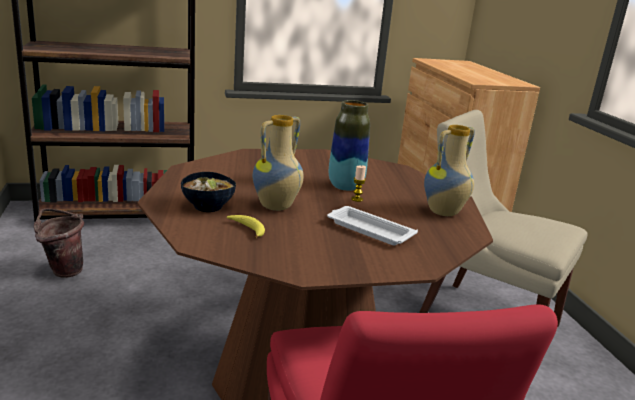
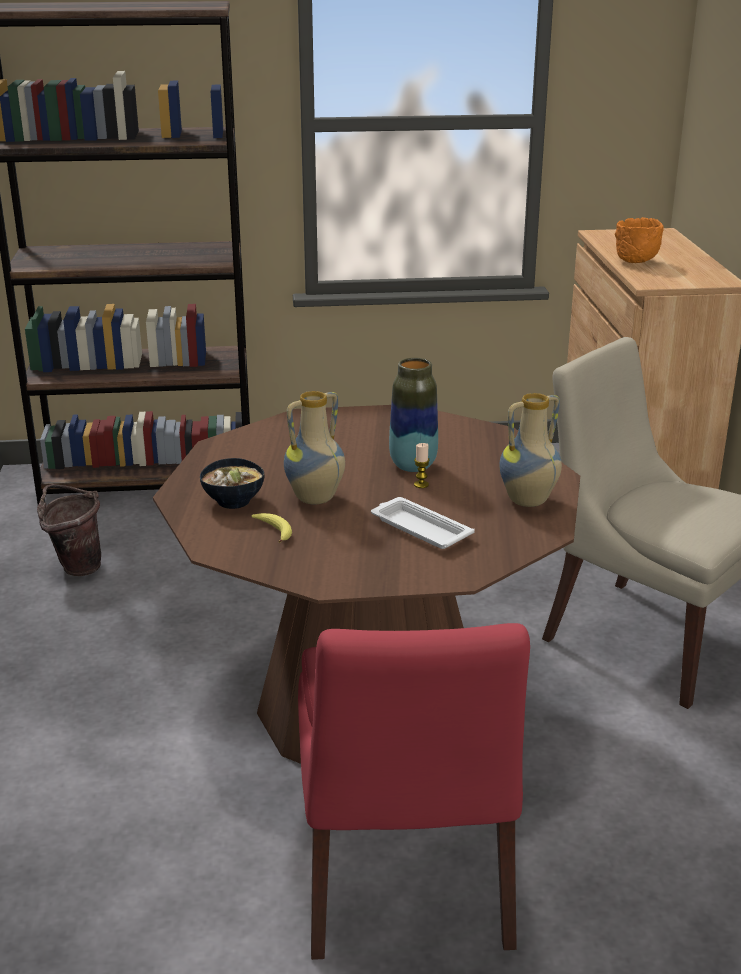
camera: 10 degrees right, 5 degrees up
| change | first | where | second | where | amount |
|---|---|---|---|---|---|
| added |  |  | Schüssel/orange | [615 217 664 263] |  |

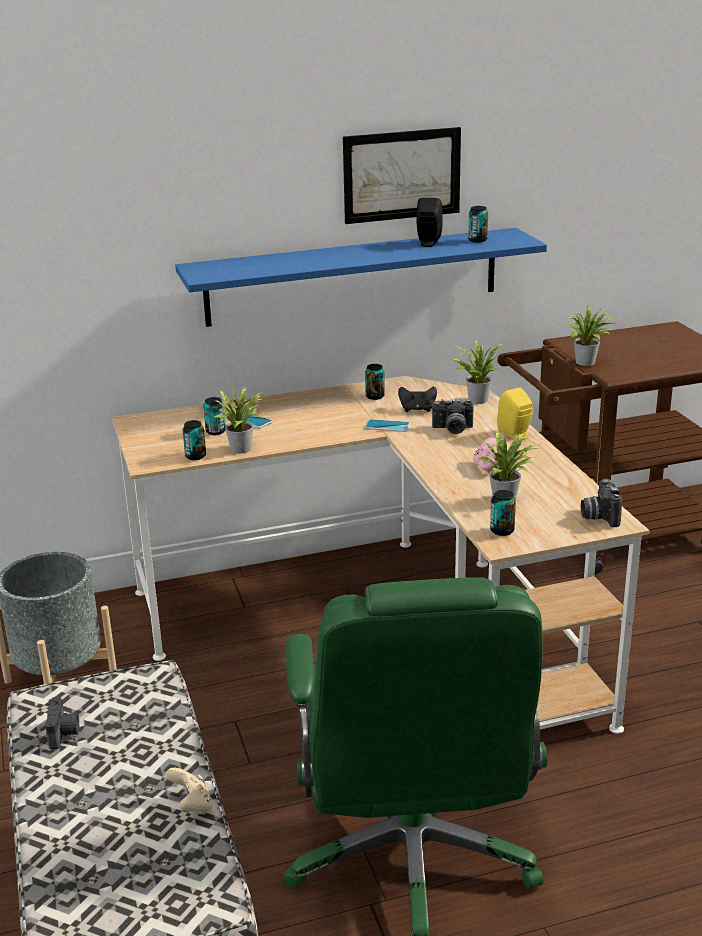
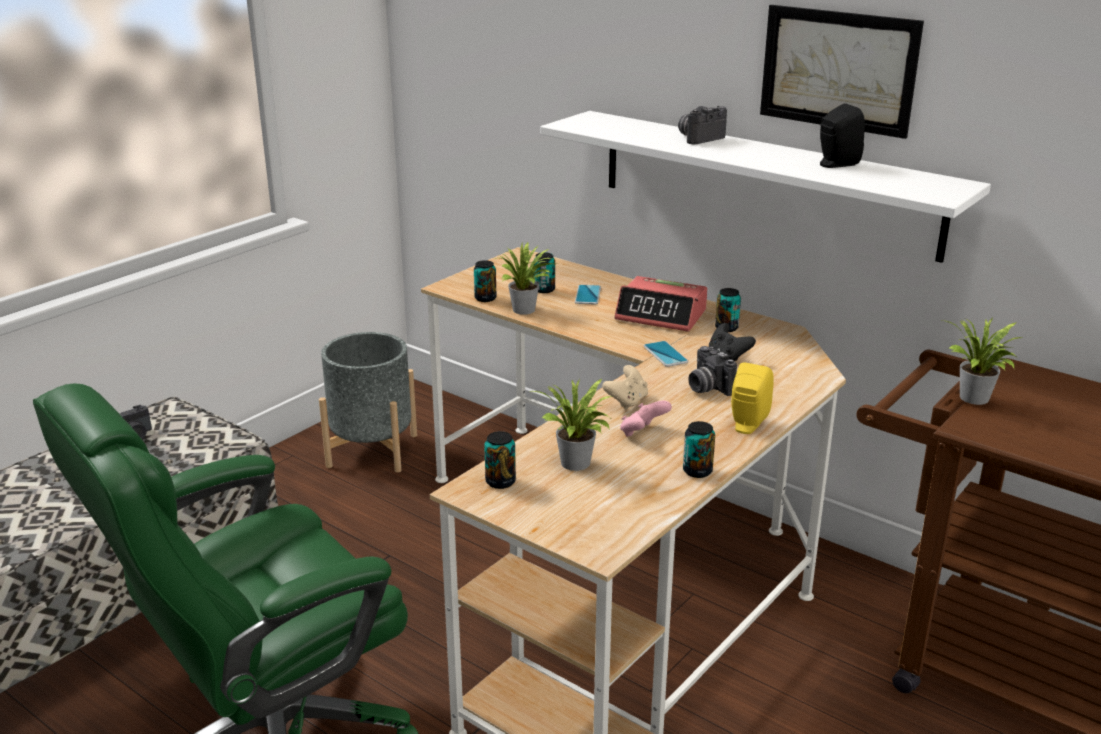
camera: 55 degrees right, 0 degrees up
| change | first | where | second | where | amount |
|---|---|---|---|---|---|
| removed | Topfpflanze | [451 340 503 404] |  |  |  |
| added |  |  | Wecker | [615 276 707 332] |  |
| moved | Gamepad/beige | [165 768 213 815] |  | [602 365 648 410] |  |
| moved | Dose | [468 206 488 242] |  | [683 421 715 478] |  |
| moved | Kamera | [581 479 622 527] |  | [678 105 727 144] |  |
| recoloured | Wandregal/blau | [175 228 547 327] | Wandregal/weiß | [540 111 991 263] |  |

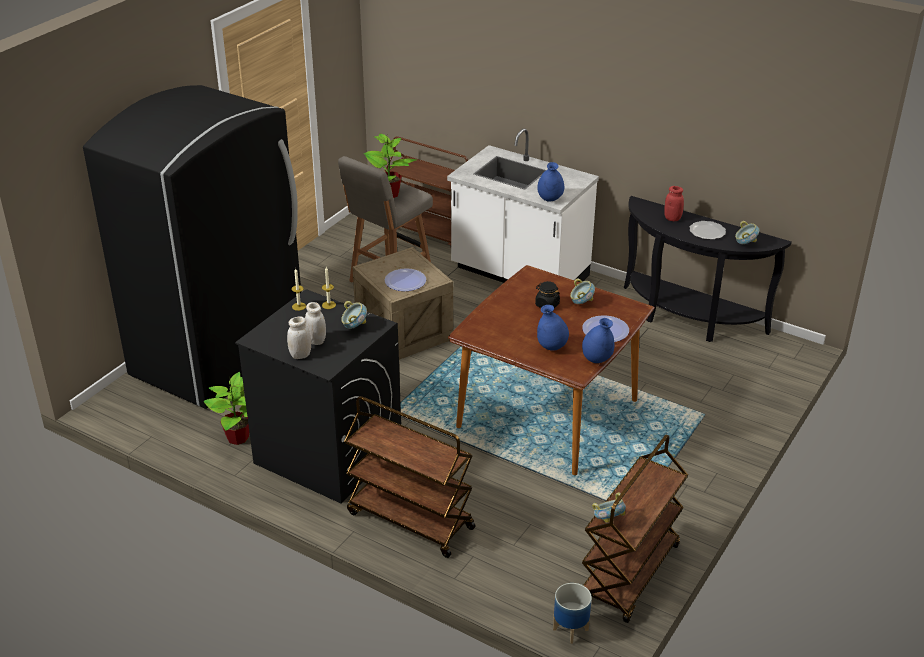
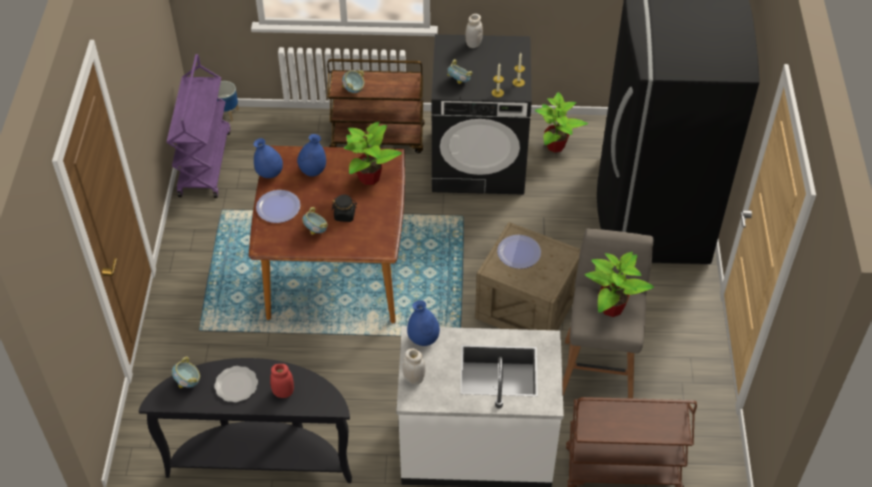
camera: 150 degrees right, 15 degrees up
| change | first | where | second | where | amount |
|---|---|---|---|---|---|
| added |  |  | Topfpflanze | [344 122 402 185] |  |
| moved | Vorratsglas/weiß | [305 302 326 345] |  | [403 348 425 385] |  |
| moved | Schüssel | [592 492 626 523] |  | [342 70 364 93] |  |
| recoloured | Rollwagen/braun | [582 434 688 623] | Rollwagen/lila | [166 54 230 198] |  |

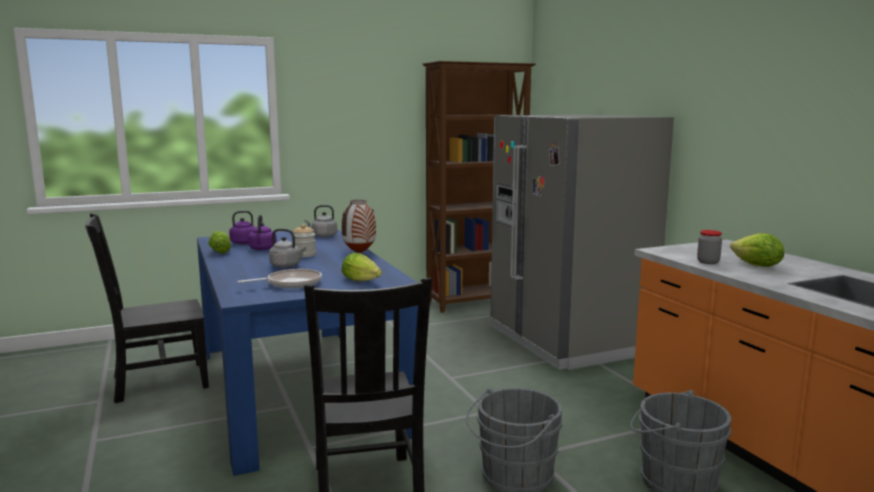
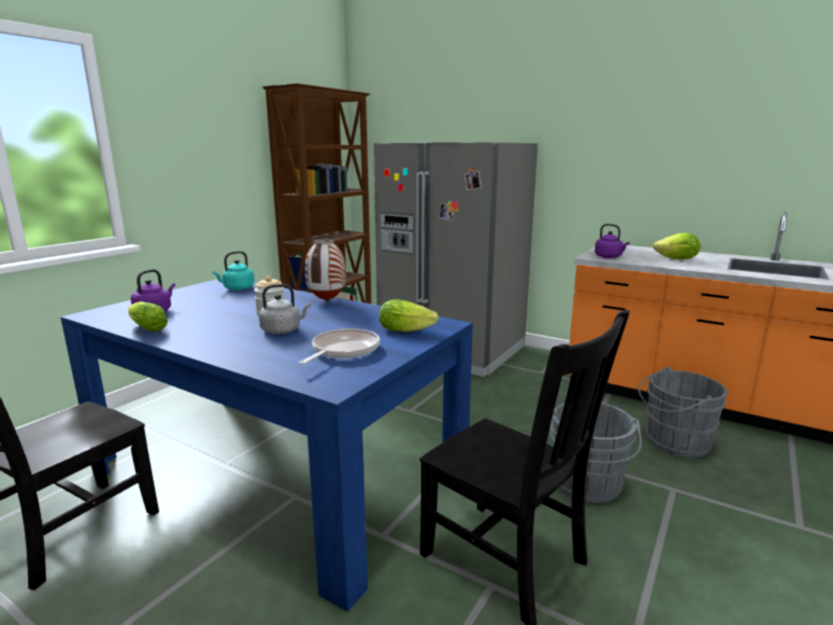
camera: 35 degrees left, 5 degrees up
| change | first | where | second | where | amount |
|---|---|---|---|---|---|
| removed | Vorratsglas | [697 230 722 264] |  |  |  |
| moved | Wasserkessel/lila | [248 215 277 250] |  | [595 224 630 258] |  |
| recoloured | Wasserkessel/grau | [305 205 337 237] | Wasserkessel/türkis | [212 251 255 290] |  |

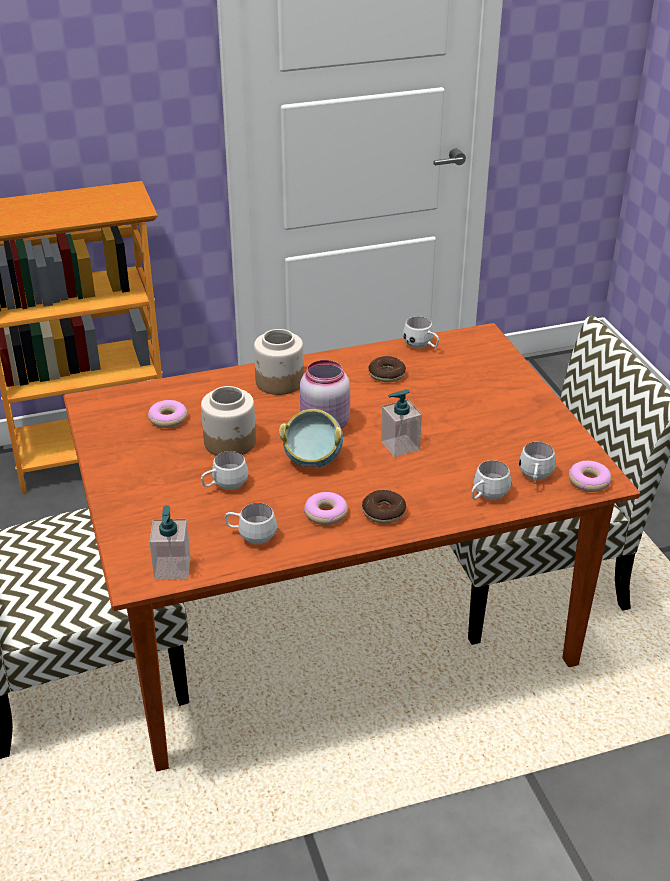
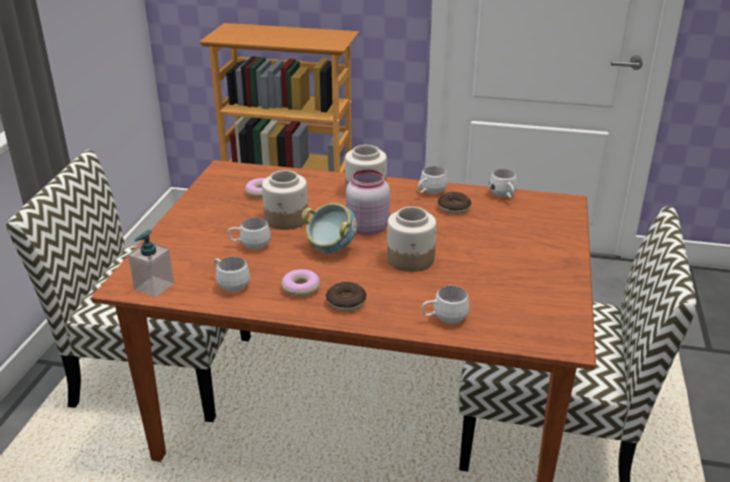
camera: 30 degrees right, 5 degrees down
| change | first | where | second | where | amount |
|---|---|---|---|---|---|
| removed | Donut | [569 461 611 492] |  |  |  |
| moved | Henkelbecher/weiß | [519 442 556 484] |  | [418 166 447 194] |  |
| replaced | Seifenspender | [381 389 422 457] | Vorratsglas | [387 207 436 272] |  |

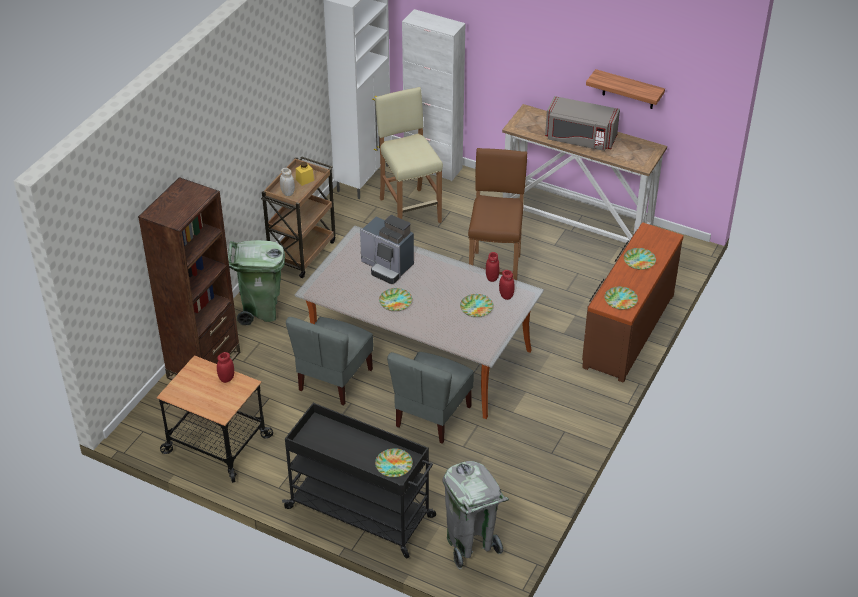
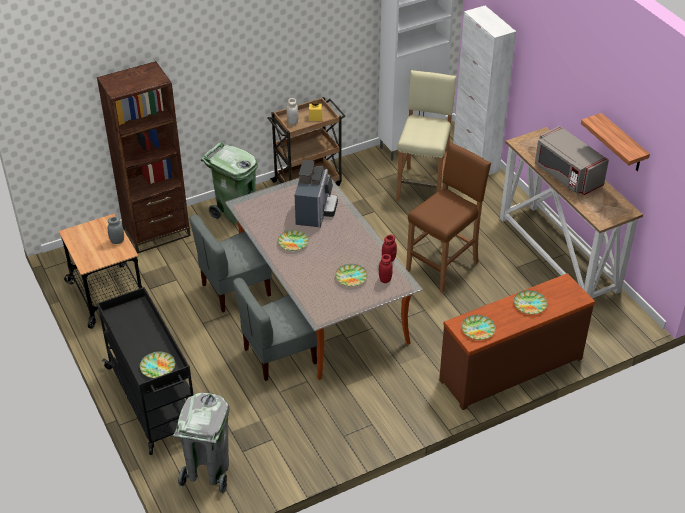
camera: 35 degrees right, 0 degrees up
| change | first | where | second | where | amount |
|---|---|---|---|---|---|
| recoloured | Vorratsglas/rot | [217 352 234 383] | Vorratsglas/grau | [108 217 124 244] |  |
| turned | Kaffeemaschine | [360 215 414 284] |  | [295 160 338 228] | 150 degrees counterclockwise |

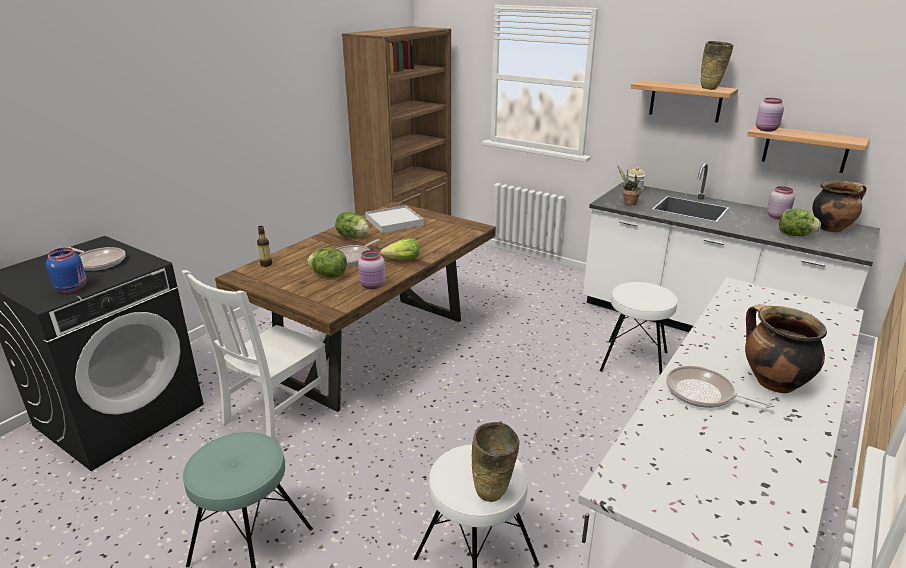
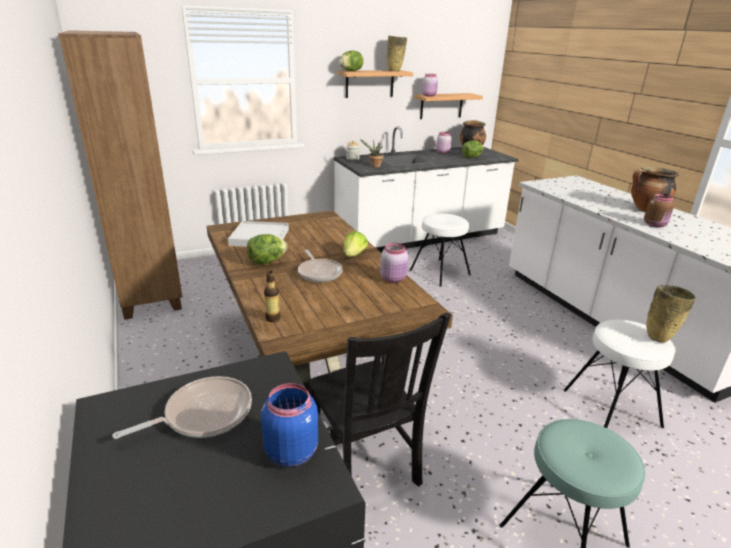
camera: 60 degrees left, 0 degrees up
| change | first | where | second | where | amount |
|---|---|---|---|---|---|
| moved | Salatkopf | [307 248 347 277] |  | [339 51 363 71] |  |
| replaced | Pfanne | [666 366 775 408] | Vorratsglas/braun | [644 194 674 228] |  |
| recoloured | Stuhl/weiß | [182 270 329 439] | Stuhl/schwarz | [308 313 451 487] |  |

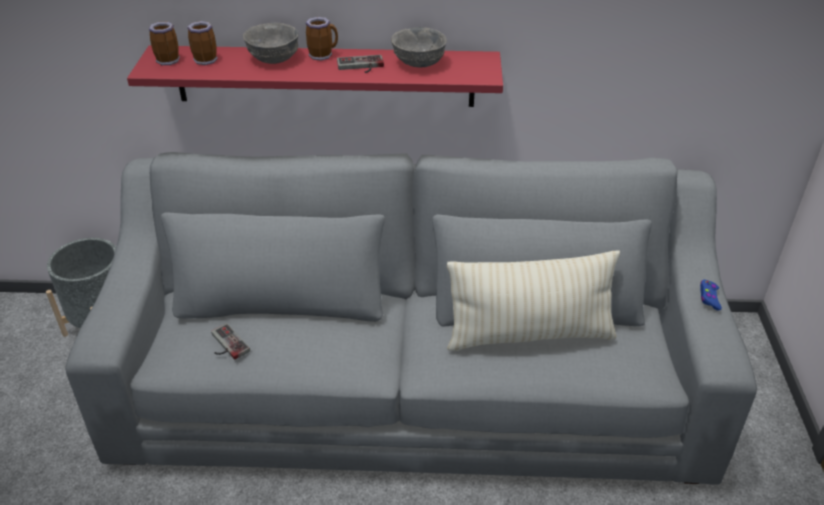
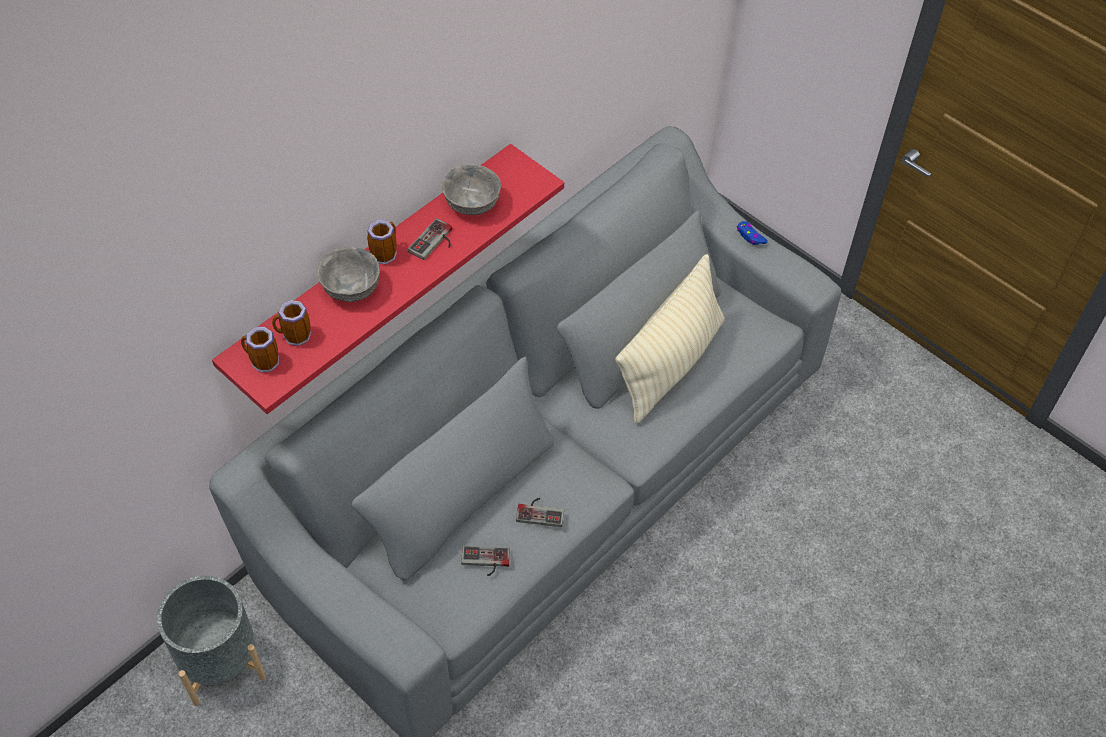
camera: 50 degrees left, 15 degrees up
| change | first | where | second | where | amount |
|---|---|---|---|---|---|
| added |  |  | Gamepad | [516 498 564 527] |  |

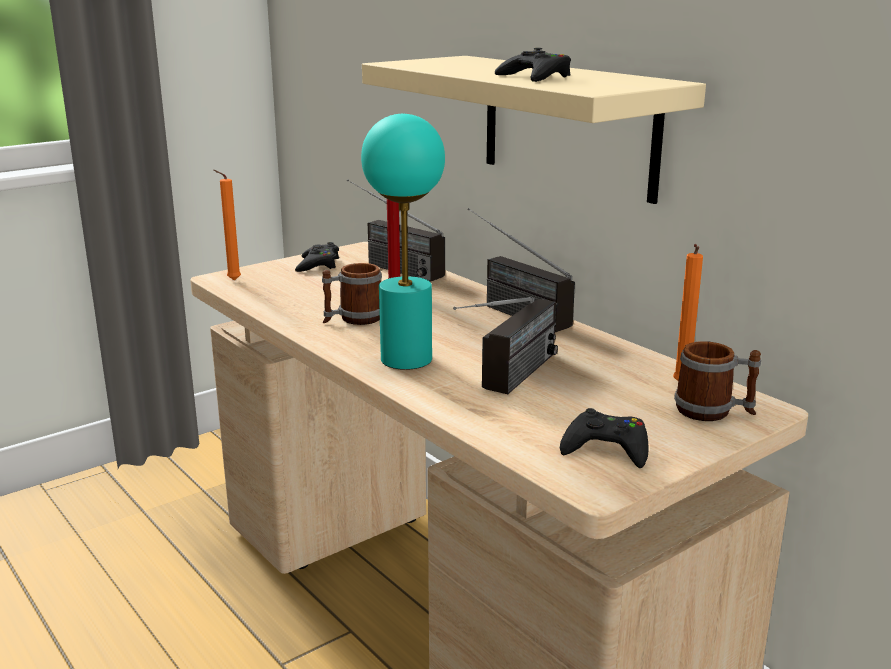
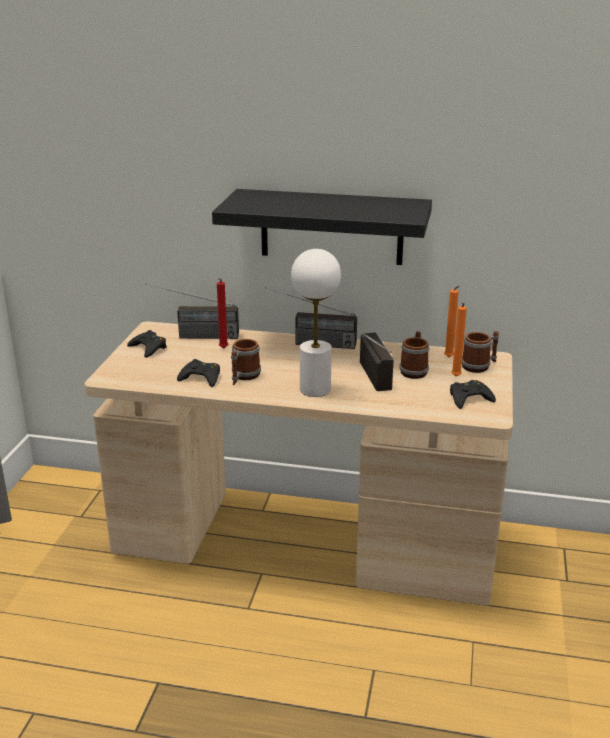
camera: 40 degrees left, 5 degrees up
| change | first | where | second | where | amount |
|---|---|---|---|---|---|
| added |  |  | Henkelbecher | [400 331 429 379] |  |
| moved | Kerze/orange | [213 170 241 281] |  | [451 303 467 377] |  |
| moved | Gamepad/schwarz | [495 48 571 82] |  | [177 359 220 387] |  |
| recoloured | Tischlampe/türkis | [361 114 445 370] | Tischlampe/weiß | [291 249 341 397] |  |
| recoloured | Wandregal/beige | [362 56 706 204] | Wandregal/schwarz | [212 189 432 265] |  |

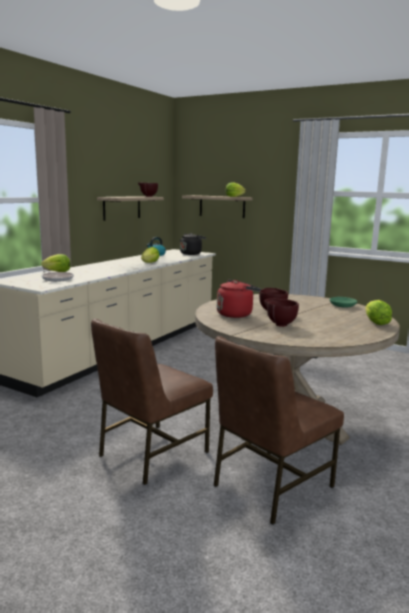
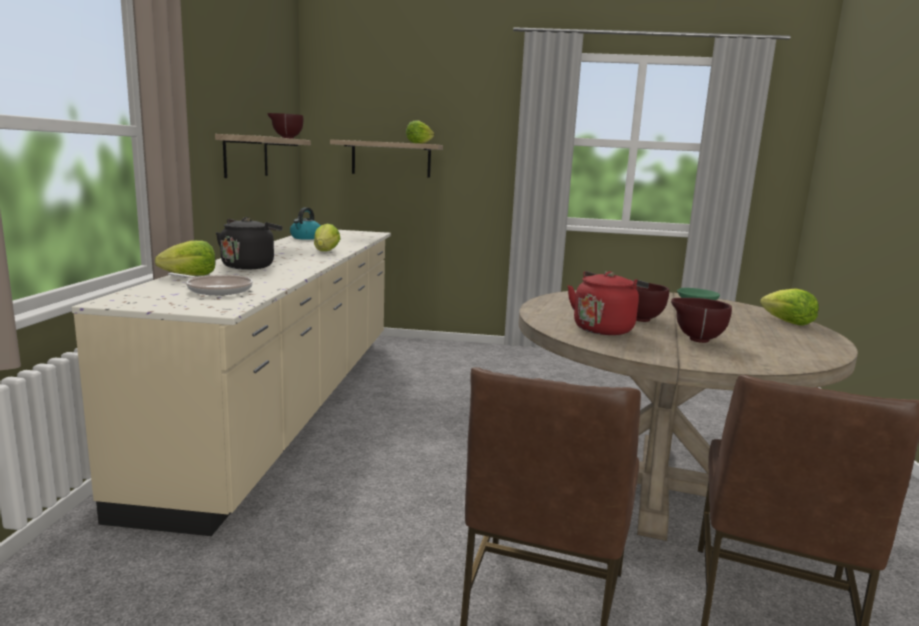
camera: 25 degrees left, 0 degrees up
| change | first | where | second | where | amount |
|---|---|---|---|---|---|
| moved | Wasserkessel/schwarz | [180 233 206 255] |  | [216 217 283 270] |  |

